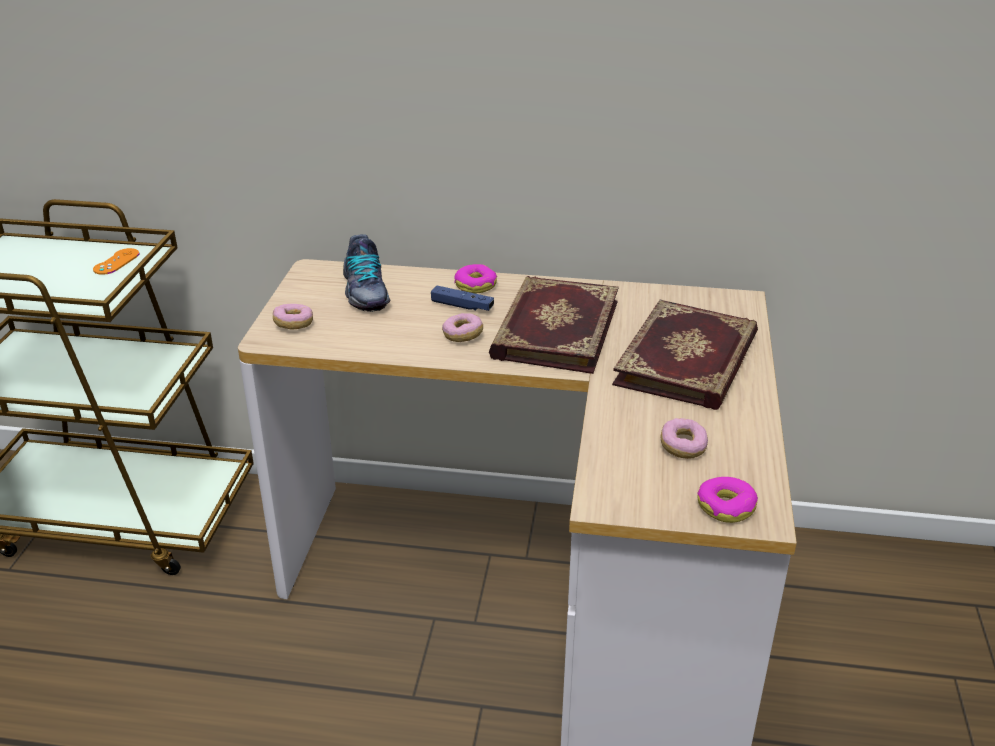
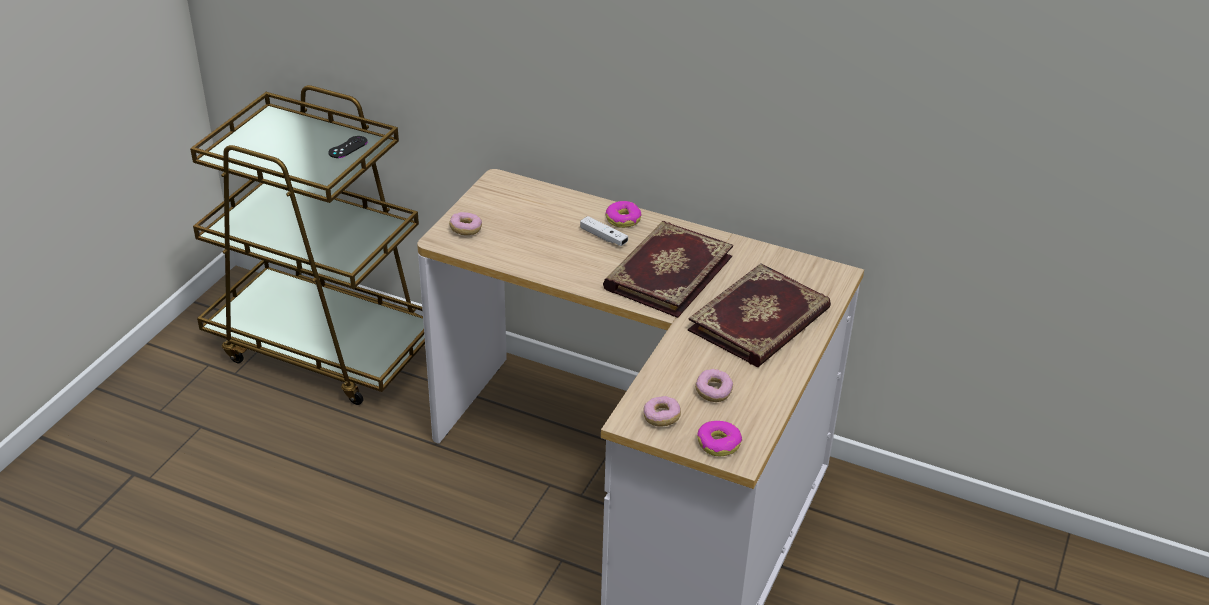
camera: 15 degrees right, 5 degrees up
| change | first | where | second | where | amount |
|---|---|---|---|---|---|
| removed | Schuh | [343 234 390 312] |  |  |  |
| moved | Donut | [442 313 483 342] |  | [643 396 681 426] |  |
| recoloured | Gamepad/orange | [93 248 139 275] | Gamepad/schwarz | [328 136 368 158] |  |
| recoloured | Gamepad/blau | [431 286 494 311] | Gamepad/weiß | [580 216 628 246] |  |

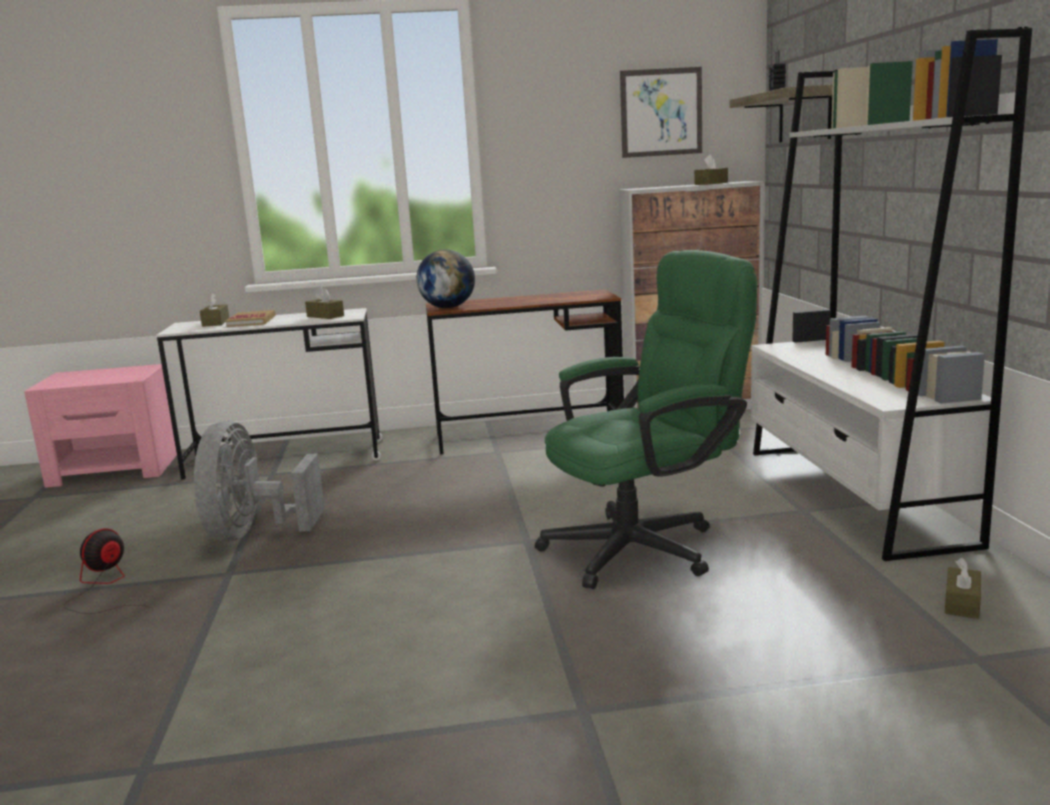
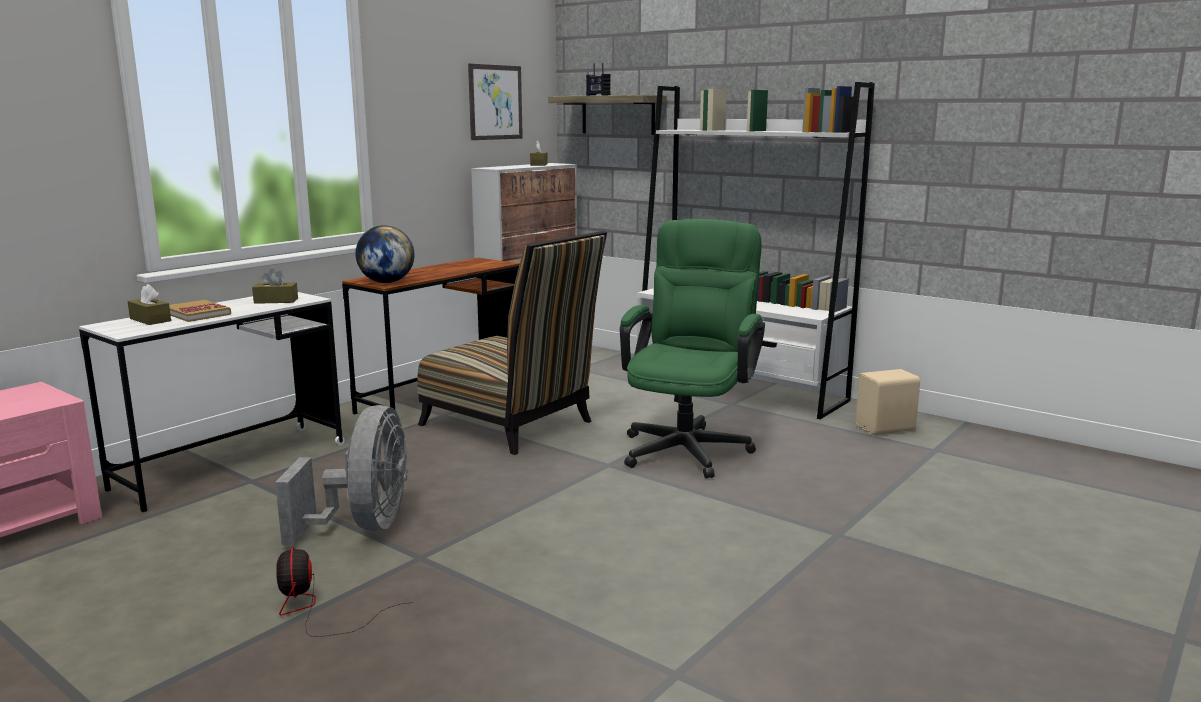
camera: 45 degrees left, 0 degrees up
| change | first | where | second | where | amount |
|---|---|---|---|---|---|
| added |  |  | Stuhl | [417 231 607 455] |  |
| replaced | Taschentuchbox/braun | [945 558 981 619] | Lautsprecher/beige | [855 369 920 435] |  |
| turned | Ventilator/grau | [194 421 325 541] |  | [275 405 408 545] | 135 degrees counterclockwise |

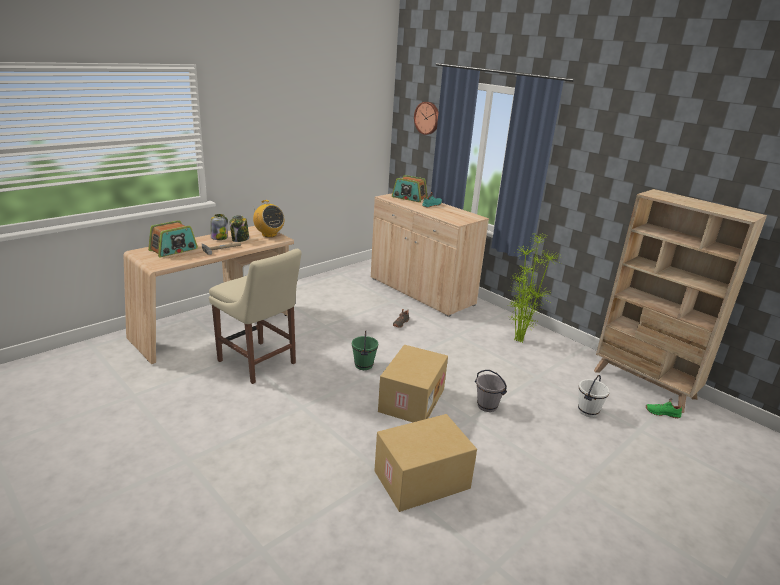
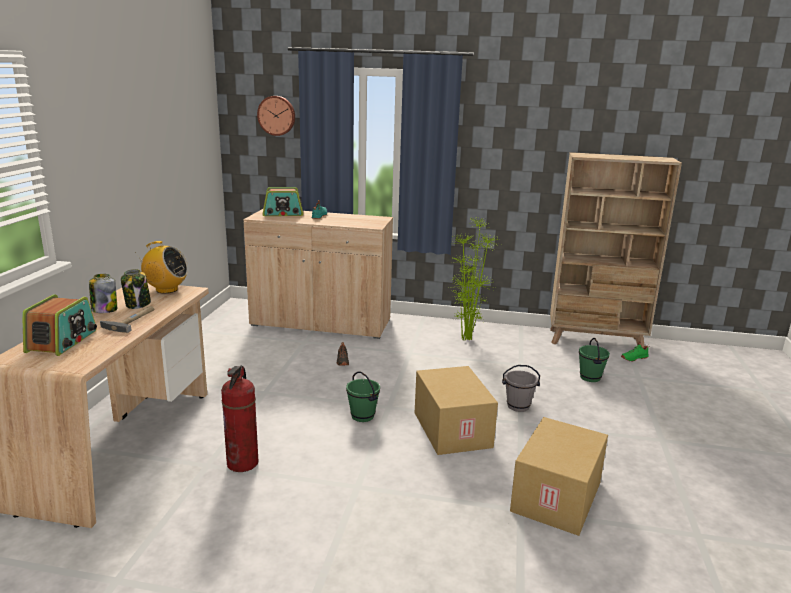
camera: 35 degrees left, 5 degrees down
| change | first | where | second | where | amount |
|---|---|---|---|---|---|
| replaced | Stuhl/beige | [209 249 302 384] | Feuerlöscher | [221 366 258 472] |  |
| recoloured | Eimer/weiß | [578 375 610 417] | Eimer/grün | [579 338 610 382] |  |

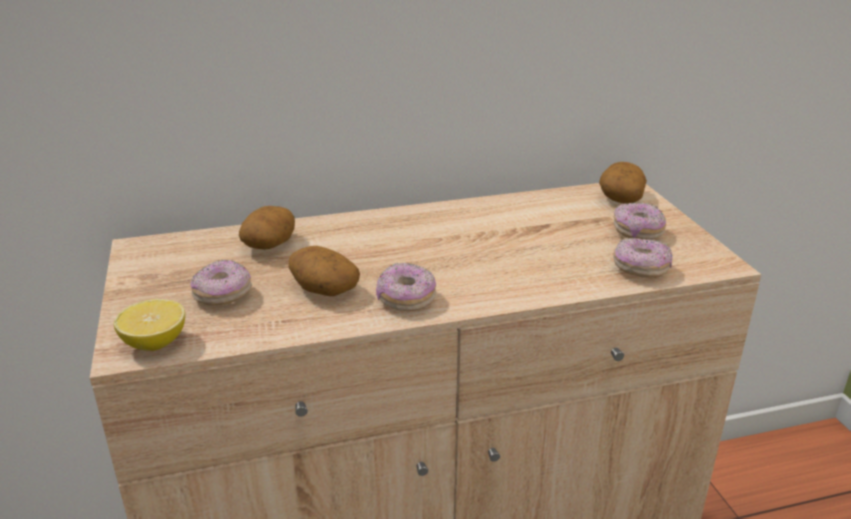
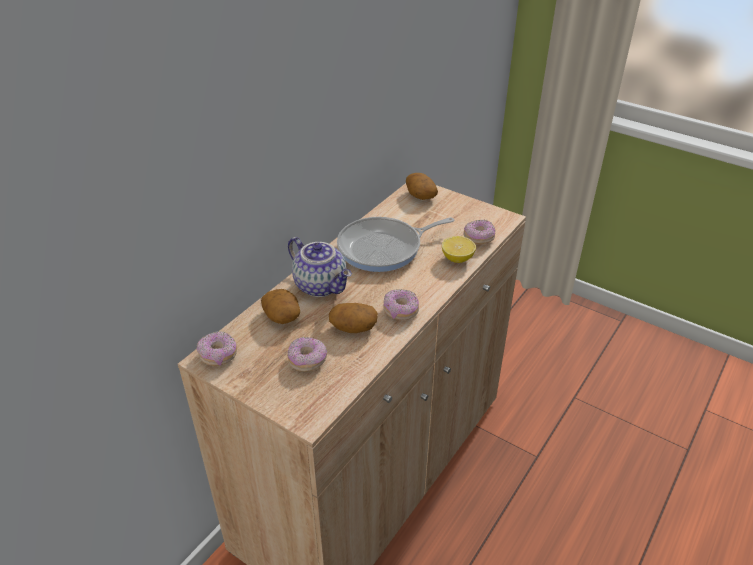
camera: 40 degrees left, 10 degrees up
| change | first | where | second | where | amount |
|---|---|---|---|---|---|
| added |  |  | Teekanne | [288 237 352 297] |  |
| added |  |  | Pfanne | [337 217 454 272] |  |
| moved | Zitrone | [114 299 185 351] |  | [442 236 476 263] |  |
| moved | Donut | [614 203 666 240] |  | [197 331 237 366] |  |

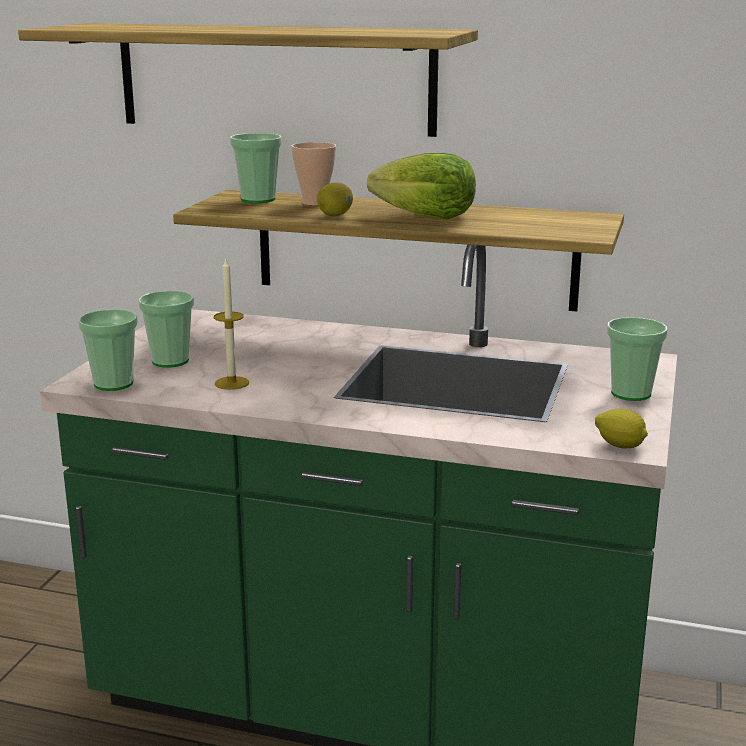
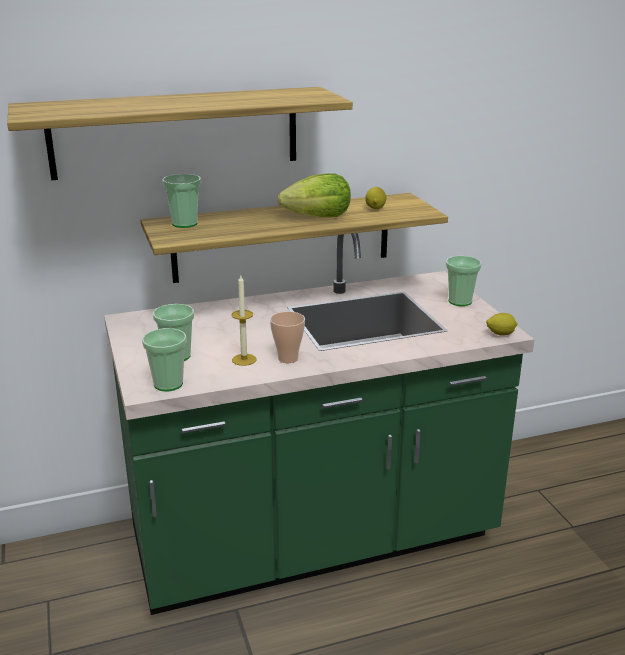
camera: 35 degrees left, 5 degrees up
| change | first | where | second | where | amount |
|---|---|---|---|---|---|
| moved | Tasse | [291 142 336 206] |  | [270 312 305 363] |  |
| moved | Zitrone | [317 182 353 216] |  | [365 187 386 209] |  |

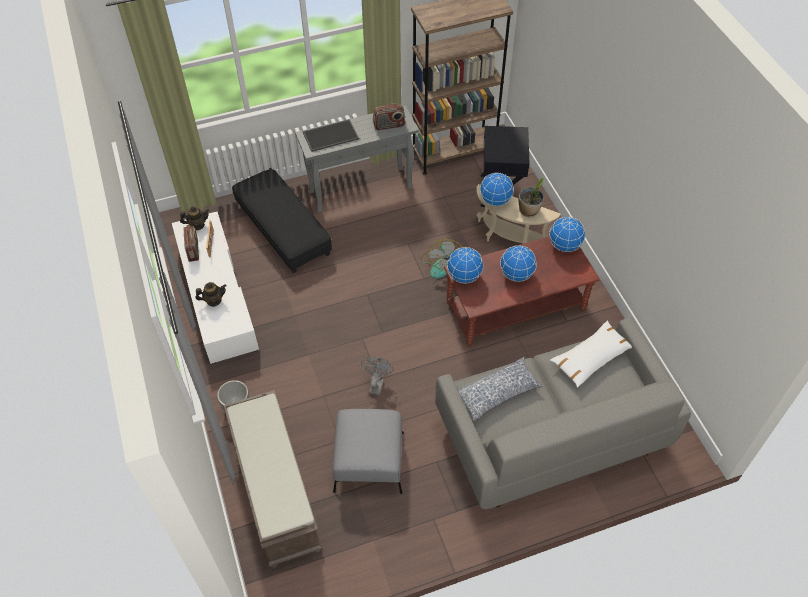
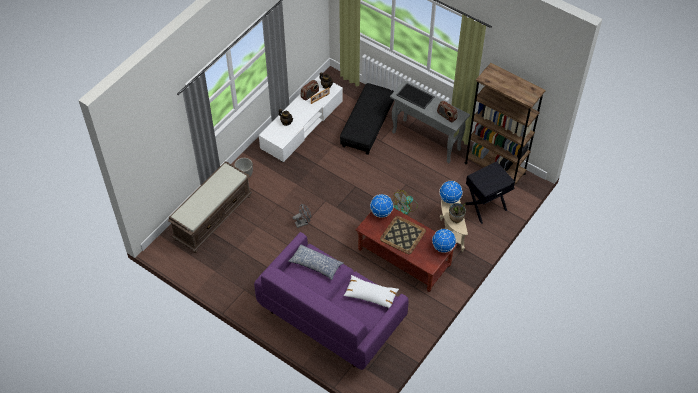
camera: 55 degrees right, 0 degrees up
| change | first | where | second | where | amount |
|---|---|---|---|---|---|
| removed | Polsterhocker/grau | [333 409 404 494] |  |  |  |
| replaced | Globus | [500 245 537 282] | Tablett | [380 216 426 254] |  |
| recoloured | Sofa/grau | [435 317 691 509] | Sofa/lila | [254 232 409 370] |  |

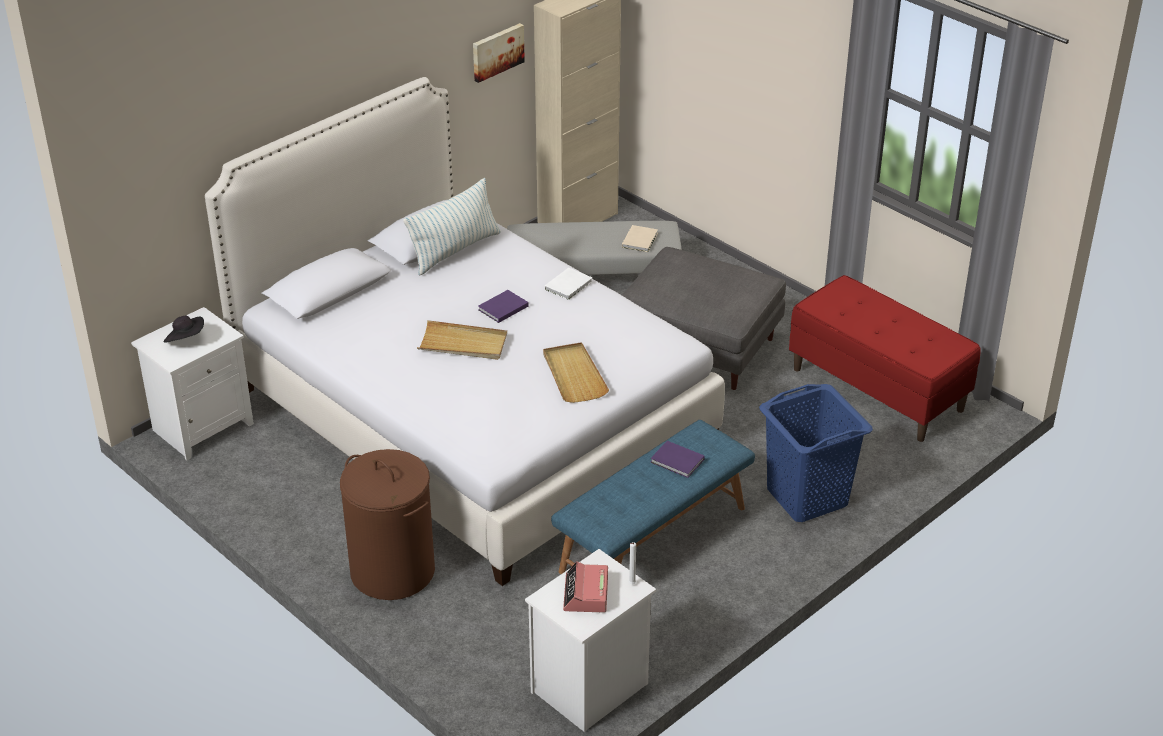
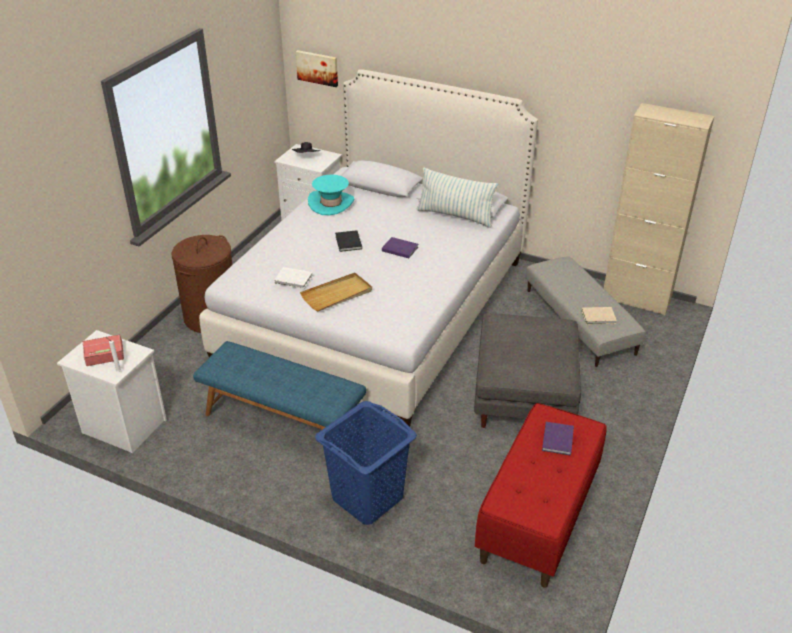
camera: 70 degrees right, 0 degrees up
| change | first | where | second | where | amount |
|---|---|---|---|---|---|
| added |  |  | Hut/türkis | [308 174 355 215] |  |
| moved | Bild | [473 23 525 83] |  | [296 50 338 87] |  |
| moved | Buch/weiß | [545 268 593 300] |  | [274 267 313 289] |  |
| moved | Buch/lila | [650 441 705 478] |  | [542 422 574 455] |  |
| replaced | Tablett/beige | [417 320 507 360] | Buch/schwarz | [335 230 362 252] |  |

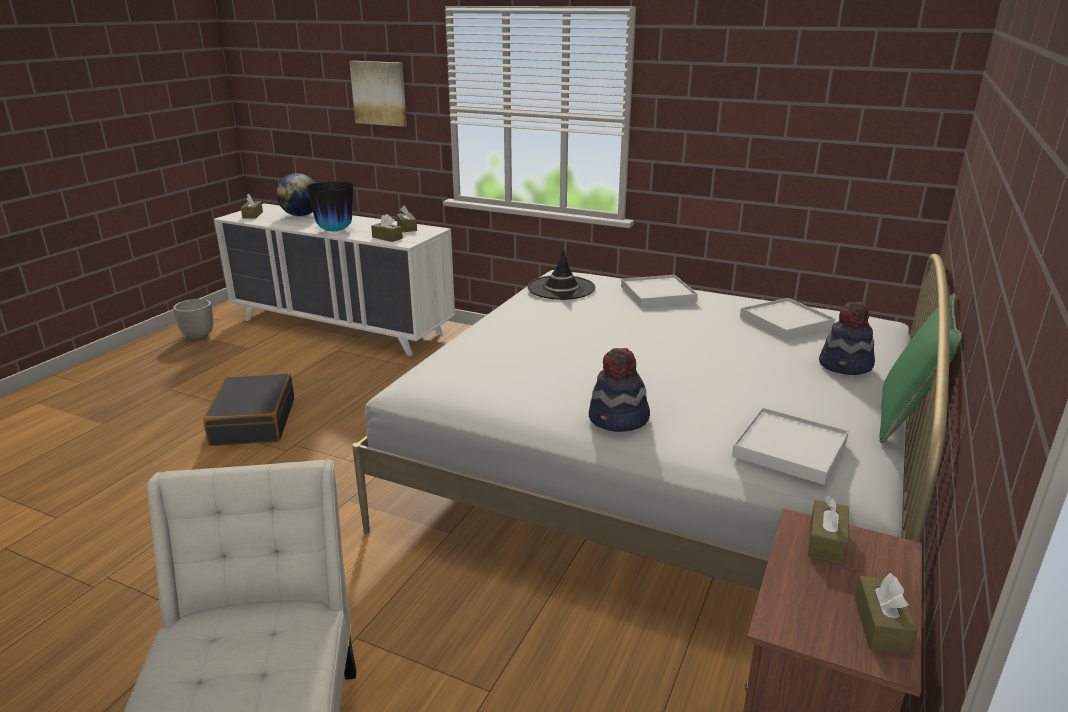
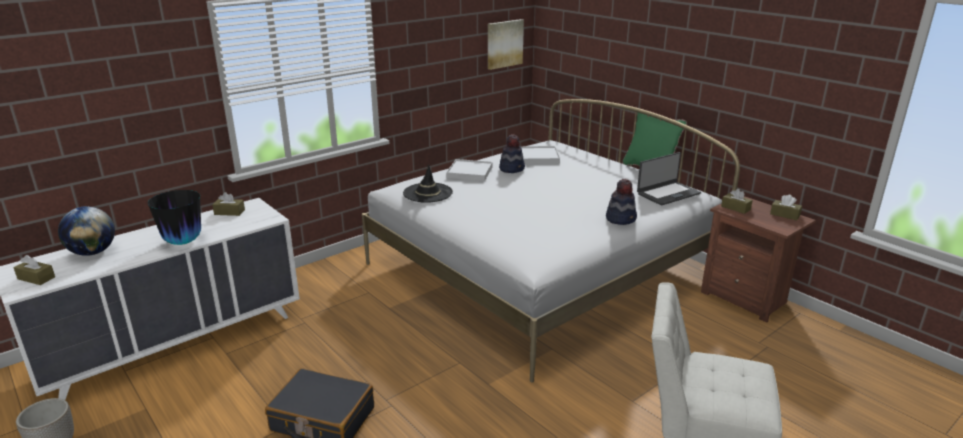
camera: 65 degrees left, 0 degrees up
| change | first | where | second | where | amount |
|---|---|---|---|---|---|
| removed | Taschentuchbox/braun | [371 214 403 242] |  |  |  |
| moved | Bild | [349 61 407 127] |  | [488 19 524 70] |  |
| moved | Hut | [819 302 875 375] |  | [499 134 525 173] |  |
| replaced | Tablett/weiß | [732 407 849 485] | Laptop | [637 152 701 205] |  |

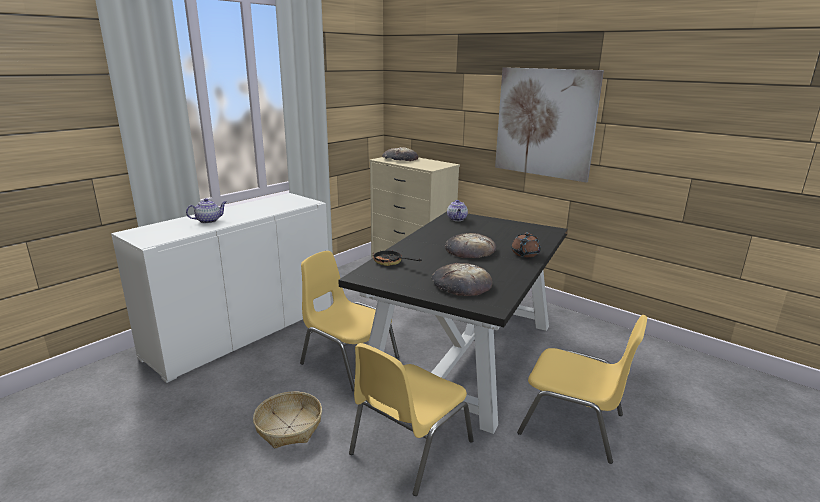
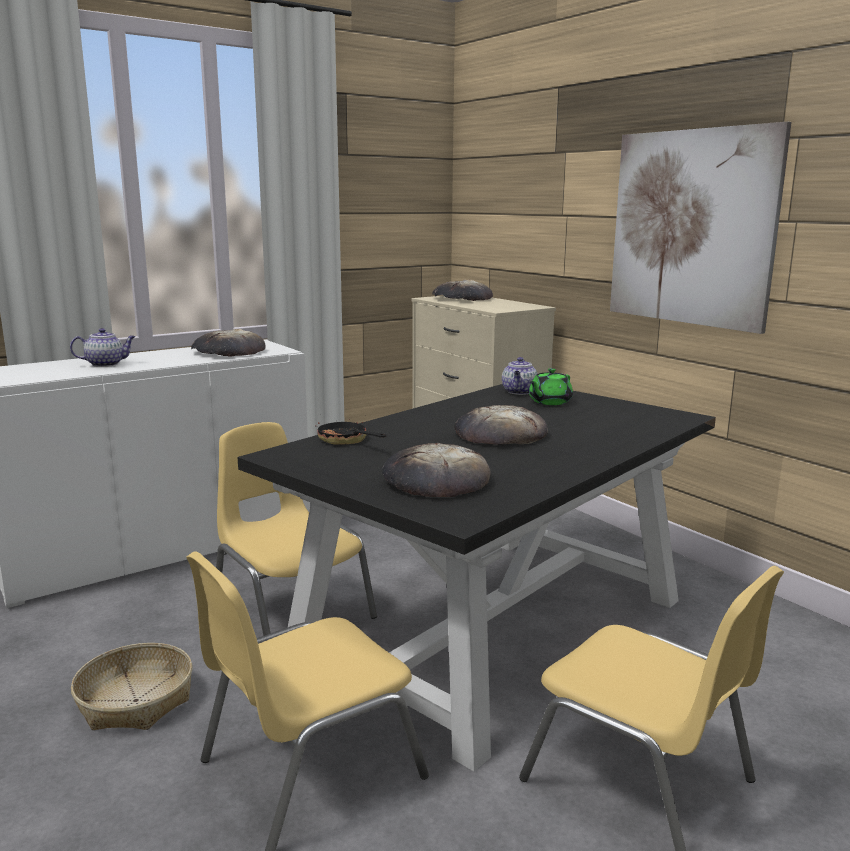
camera: 15 degrees right, 5 degrees down
| change | first | where | second | where | amount |
|---|---|---|---|---|---|
| removed | Teekanne/braun | [511 233 541 257] |  |  |  |
| added |  |  | Brot | [191 329 266 357] |  |
| added |  |  | Teekanne/grün | [529 368 573 405] |  |

